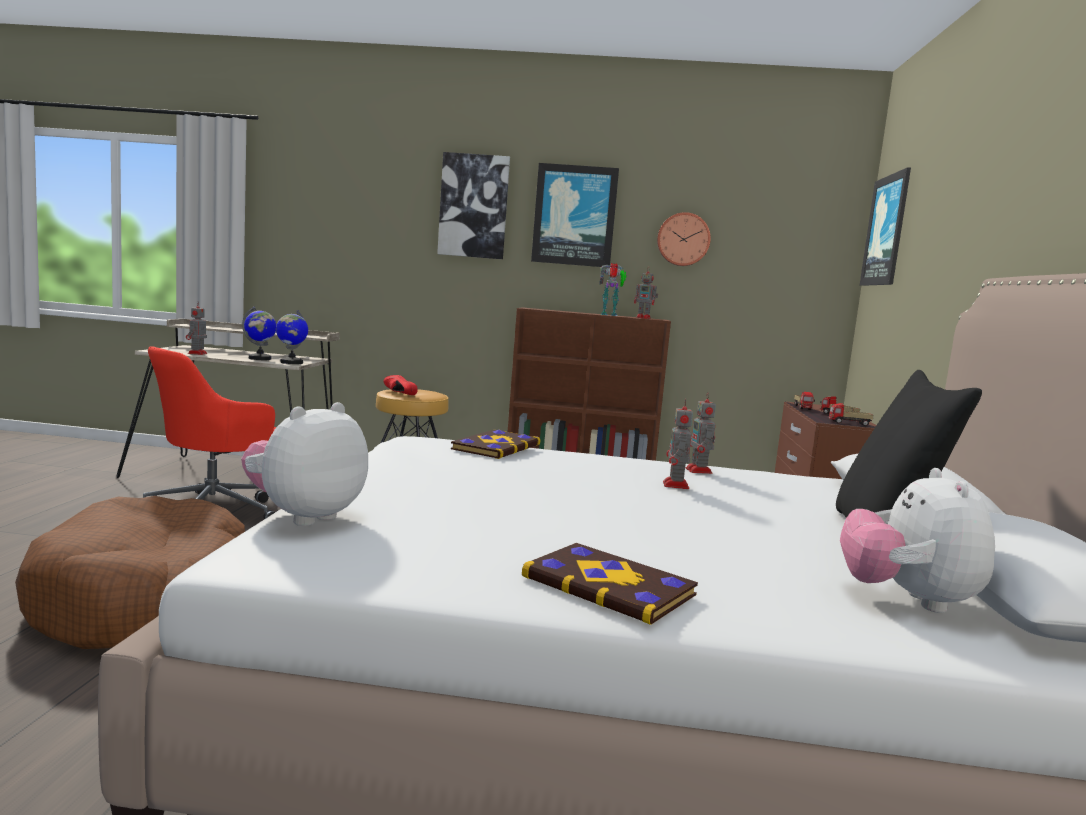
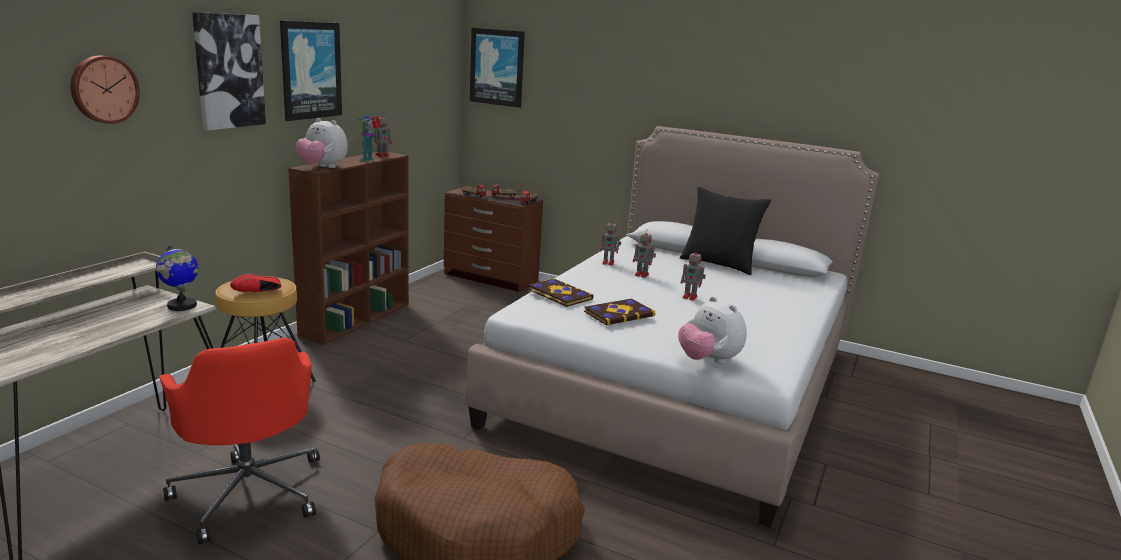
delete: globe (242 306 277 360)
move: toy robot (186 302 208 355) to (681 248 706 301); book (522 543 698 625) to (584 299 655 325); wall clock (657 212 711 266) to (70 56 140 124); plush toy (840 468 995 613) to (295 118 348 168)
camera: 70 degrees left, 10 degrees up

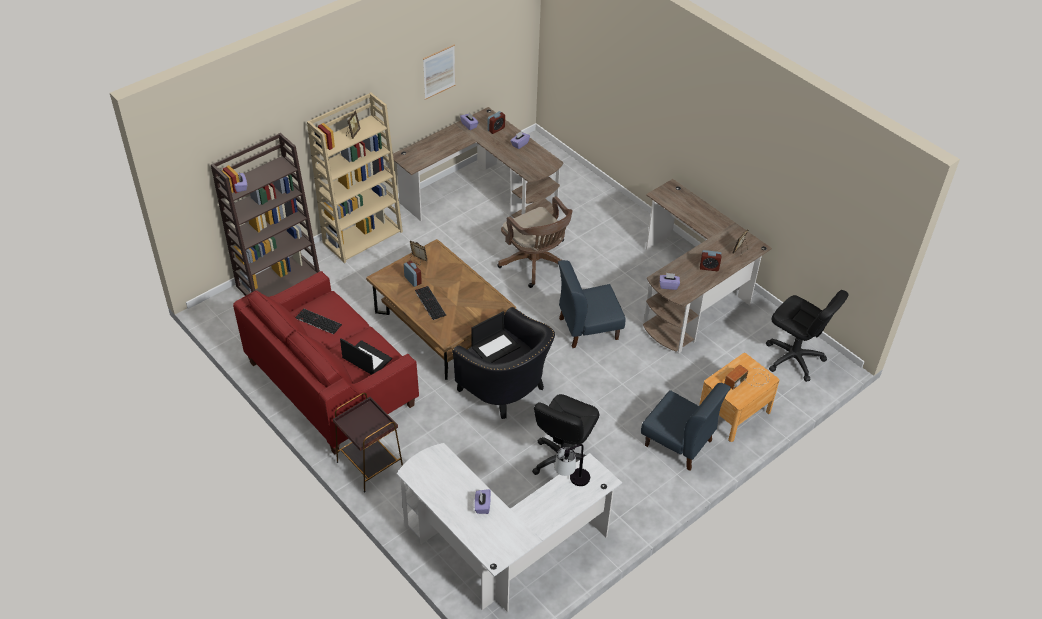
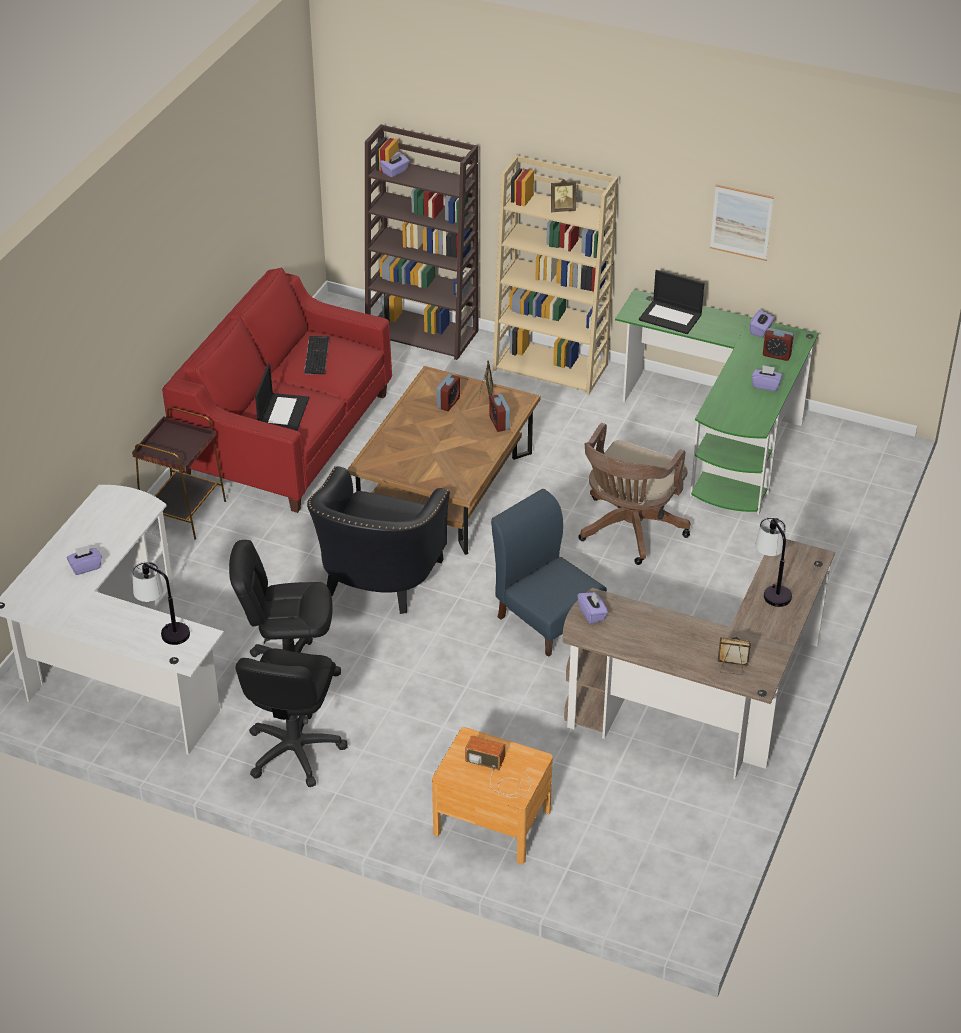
delete: keyboard (415 286 446 320); blue chair (641 383 731 471)
insert: table lamp (755 517 792 607)
move: laptop (471 311 520 363) to (639 270 704 334); alarm clock (700 250 722 271) to (489 394 510 432); black office chair (766 290 849 382) to (235 649 348 787)
recolor: brown desk (393 107 564 221) to green desk (615 290 819 514)
camera: 65 degrees right, 5 degrees down

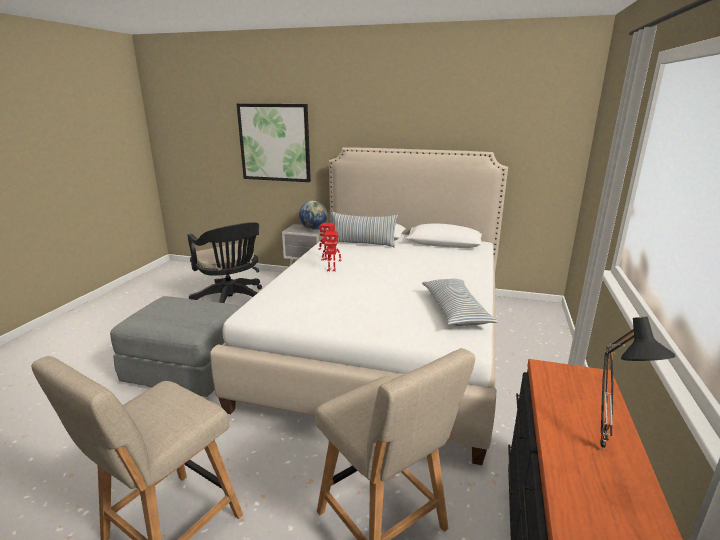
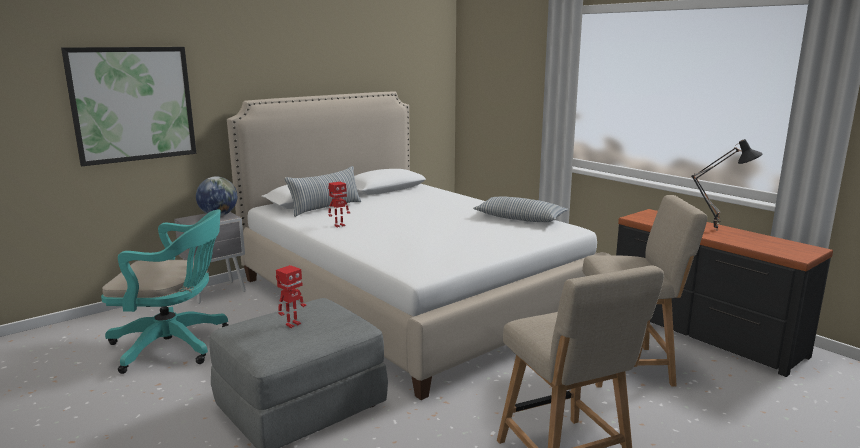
move: toy robot (321 231 342 272) to (276 265 306 328)
recolor: black office chair (188 222 262 303) to turquoise office chair (101 209 228 374)
camera: 55 degrees left, 5 degrees down

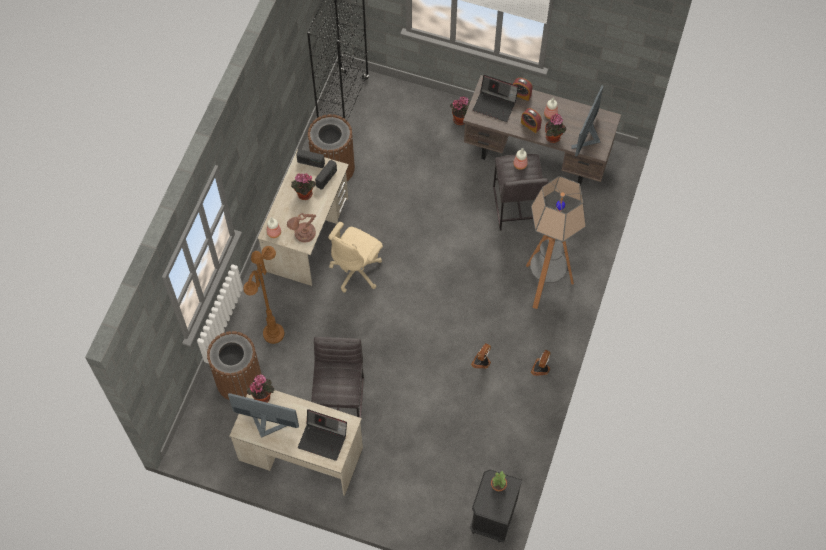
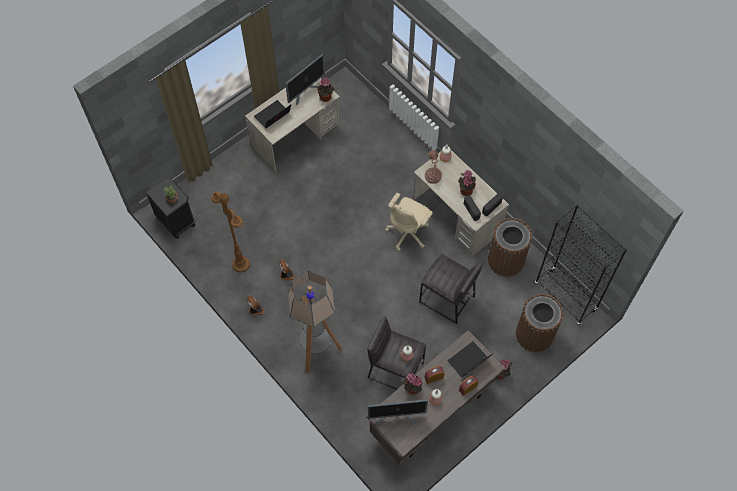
move: brown trash can (207 331 261 401) to (516 294 563 352); brown floor lamp (243 246 285 344) to (211 192 250 272); grey stool (311 337 364 423) to (419 254 483 324)
rotate: beige office chair (328 222 383 293) = (386 193 433 251) 120 degrees counterclockwise; monitor (571 86 603 156) = (368 399 428 424) 120 degrees clockwise
camera: 120 degrees right, 0 degrees up

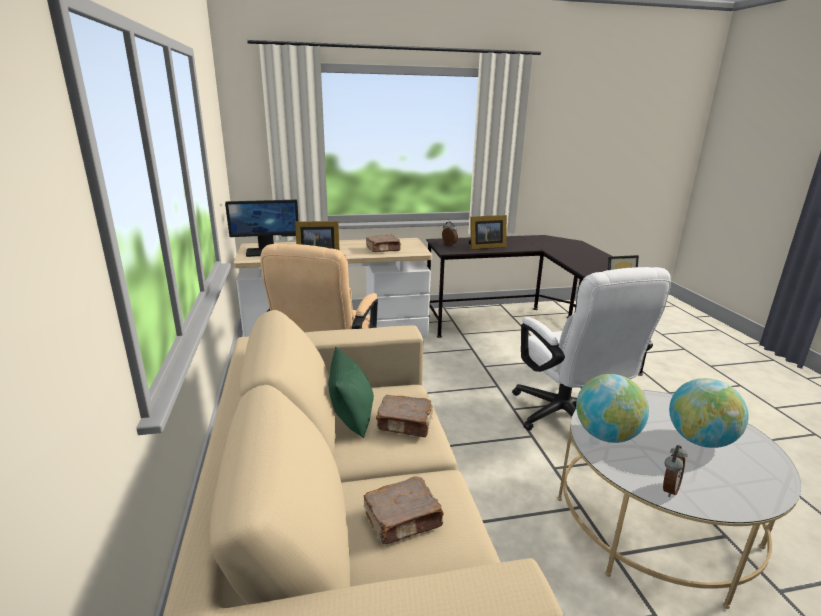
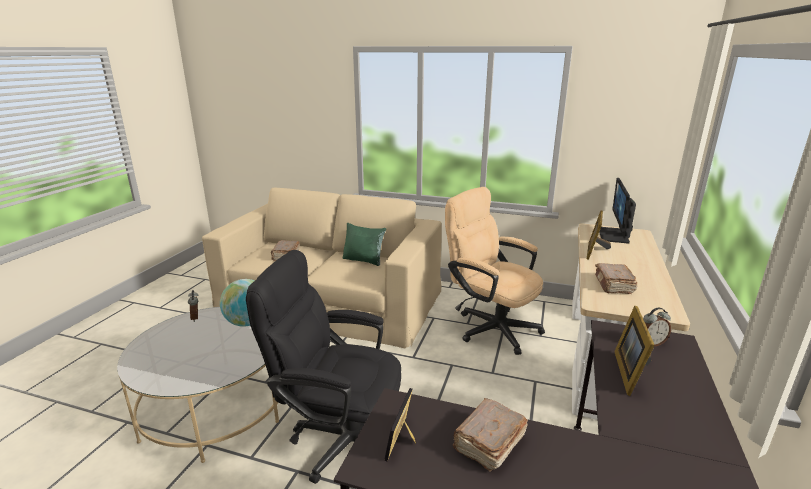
delete: globe (669 378 749 448)
move: brown book (376 395 433 437) to (453 398 528 472)
recolor: white office chair (512 267 671 431) to black office chair (246 250 401 484)
camera: 120 degrees right, 0 degrees up

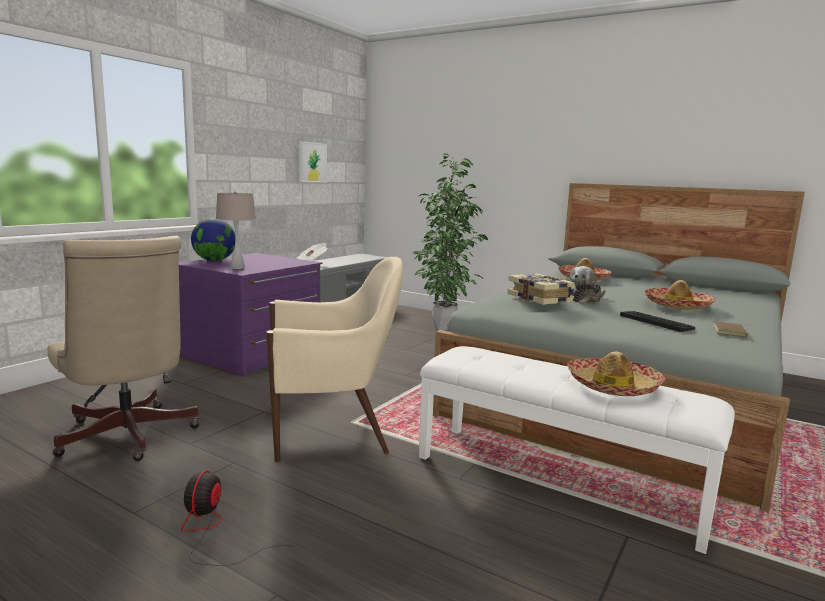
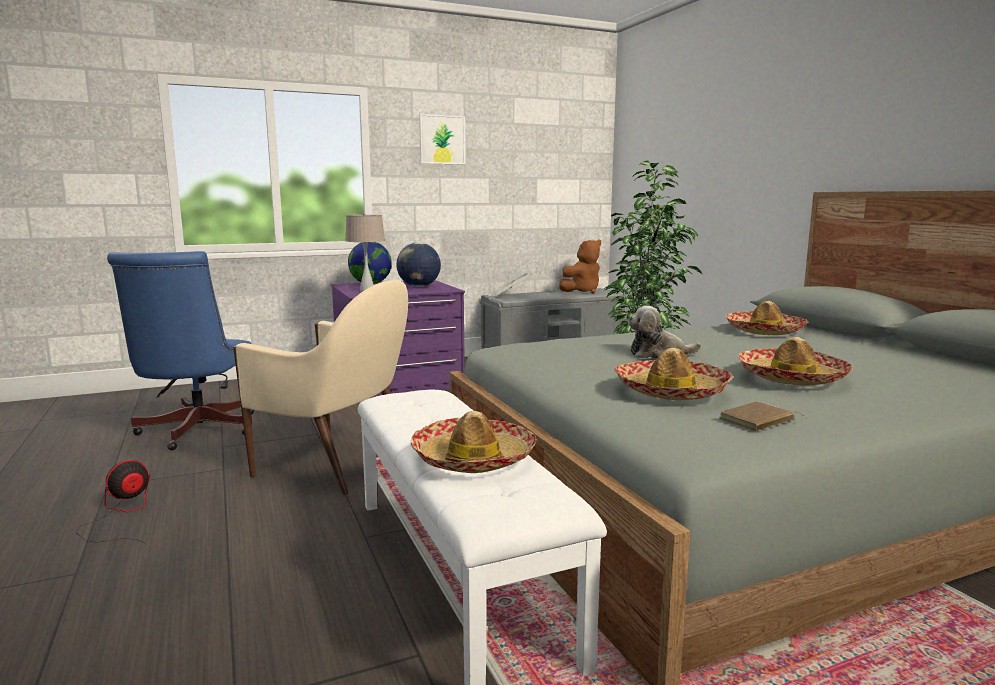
delete: book (508 273 575 305)
insert: globe (396 243 441 287); brown plush toy (559 239 601 293)
move: picture (299 141 327 182) to (419 114 466 165)
replace: keyboard (620 311 695 332) to hat (614 348 733 400)
recolor: beige office chair (48 236 200 461) to blue office chair (107 251 254 450)
camera: 35 degrees right, 0 degrees up

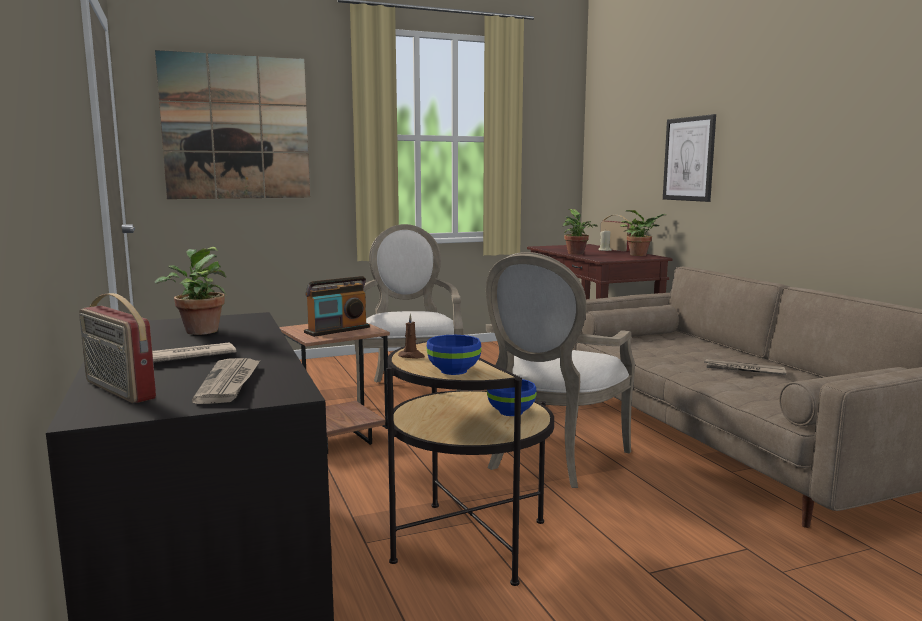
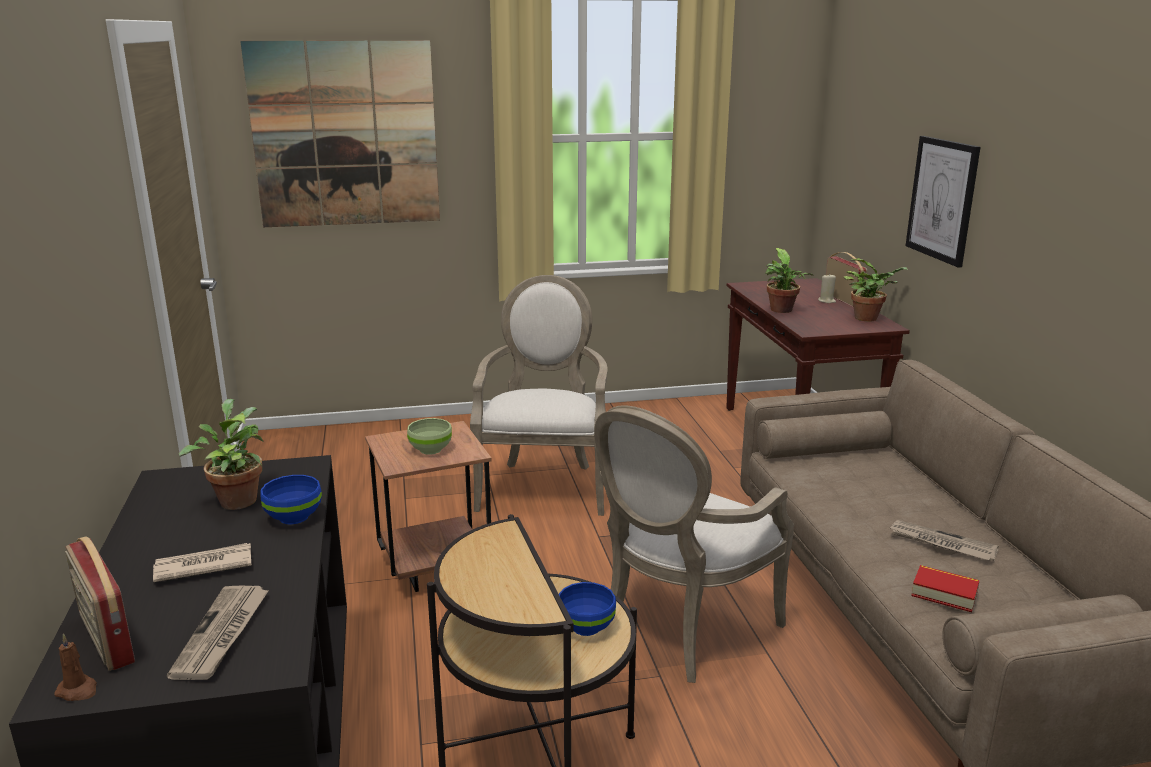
insert: book (911 565 980 612)
move: brown candle (398 314 425 358) to (55 633 97 701); blue bowl (426 335 481 375) to (260 475 322 524)
replace: radio (304 276 370 337) to green bowl (407 418 452 455)
camera: 10 degrees right, 10 degrees up

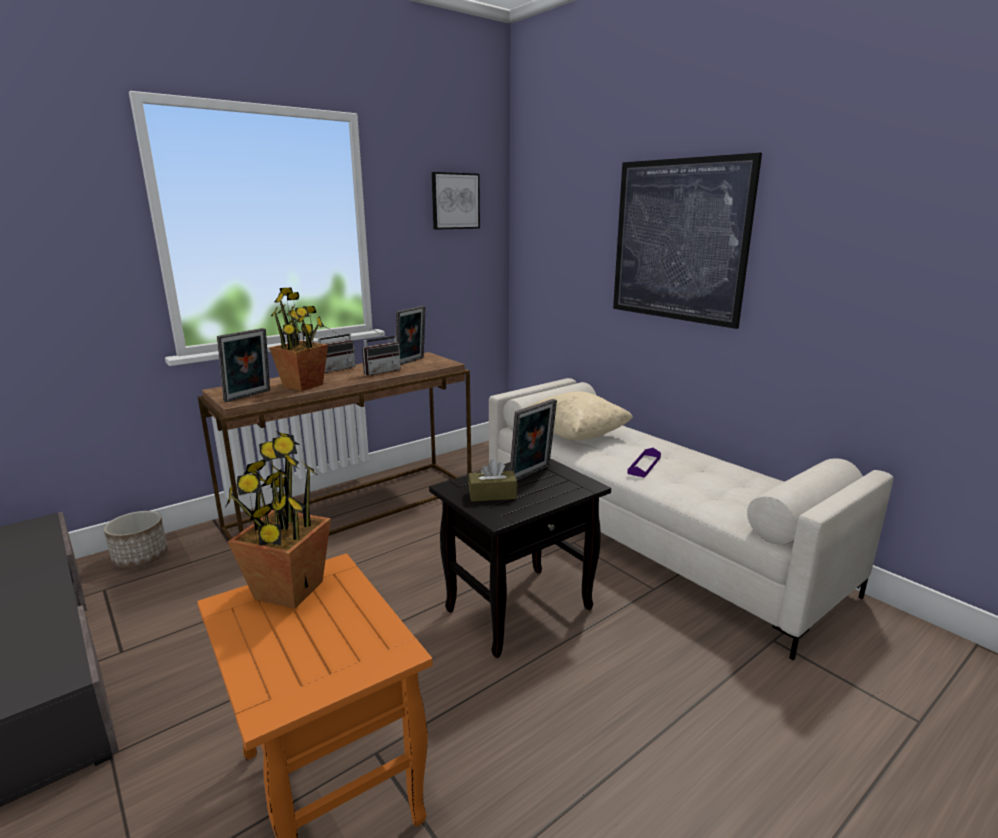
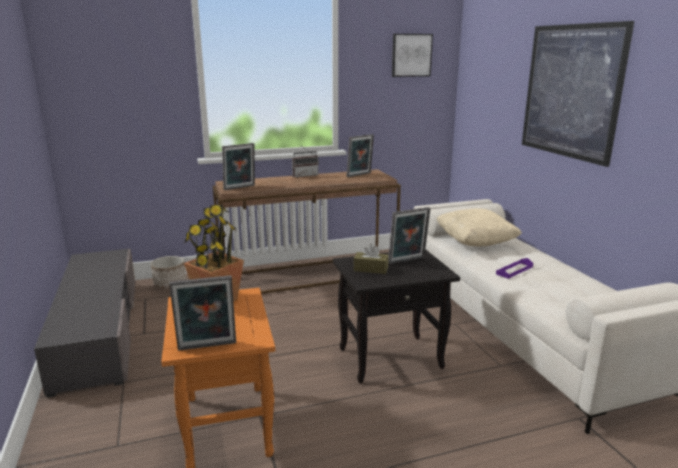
delete: potted plant (269 287 328 391); radio (362 327 401 375)
insert: picture frame (169 275 236 351)
camera: 20 degrees right, 0 degrees up

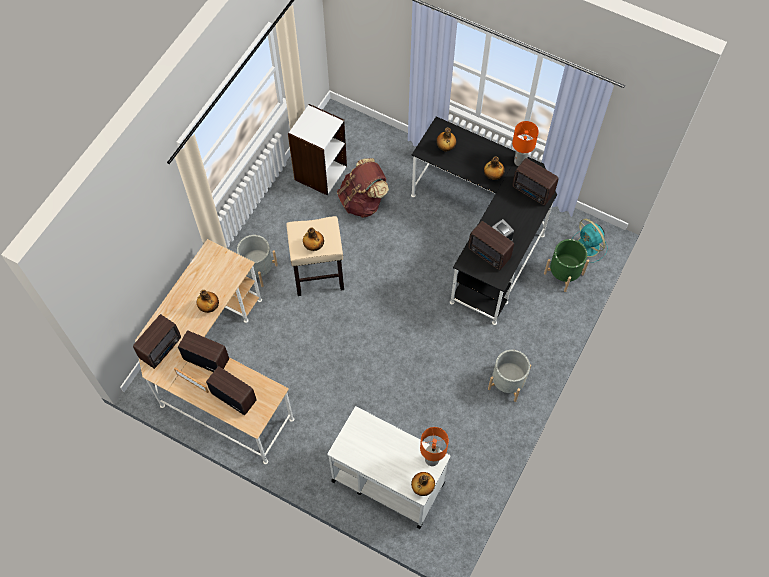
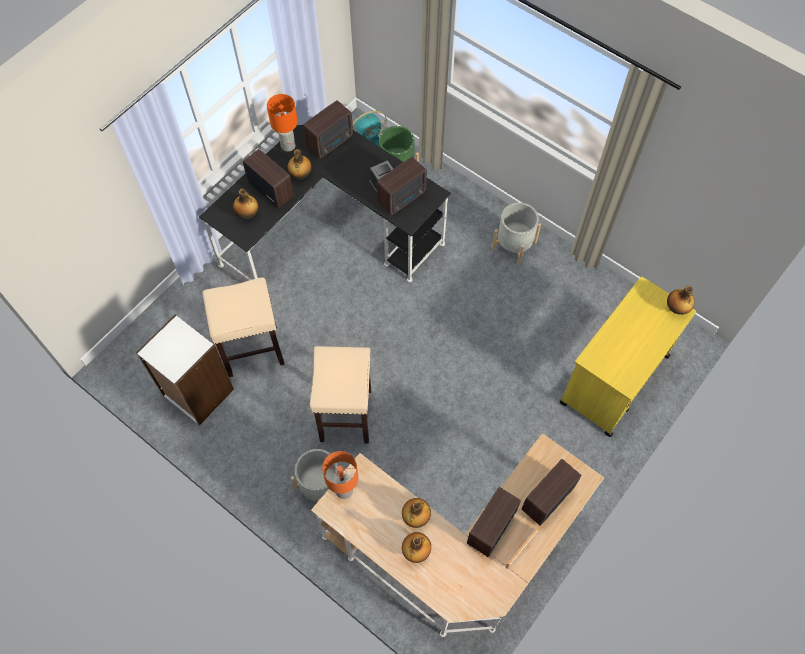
move: radio (133 314 181 369) to (243 149 294 208); bottle (303 227 324 251) to (402 532 431 563); orange table lamp (420 427 449 466) to (322 451 358 499)
replace: brown backpack (337 158 389 218) to beige stool (203 277 285 377)
recolor: white cart (327 406 450 529) to yellow cart (560 277 696 437)
camera: 80 degrees left, 0 degrees up

